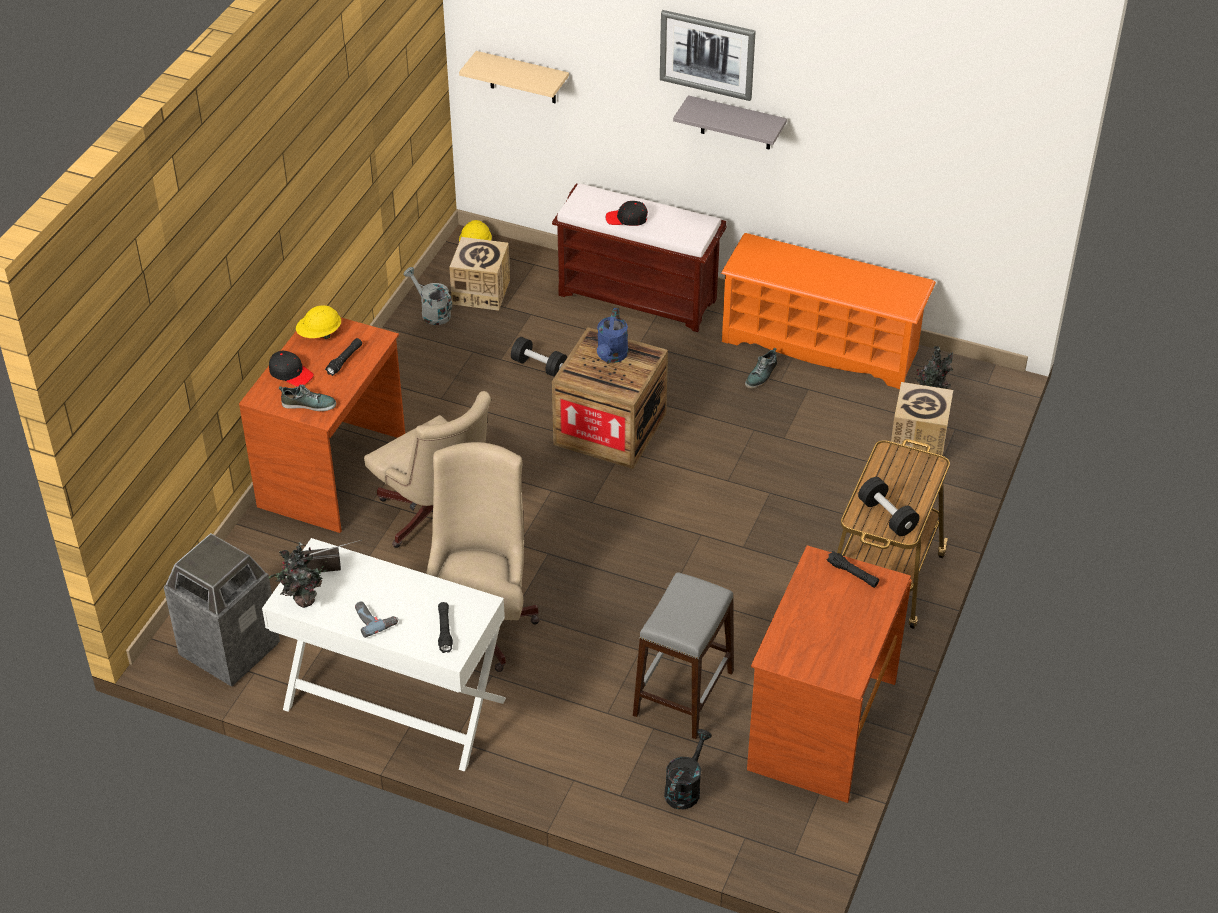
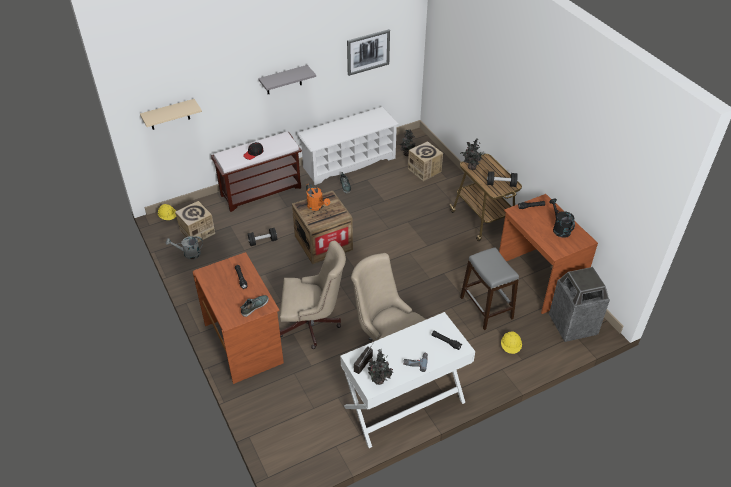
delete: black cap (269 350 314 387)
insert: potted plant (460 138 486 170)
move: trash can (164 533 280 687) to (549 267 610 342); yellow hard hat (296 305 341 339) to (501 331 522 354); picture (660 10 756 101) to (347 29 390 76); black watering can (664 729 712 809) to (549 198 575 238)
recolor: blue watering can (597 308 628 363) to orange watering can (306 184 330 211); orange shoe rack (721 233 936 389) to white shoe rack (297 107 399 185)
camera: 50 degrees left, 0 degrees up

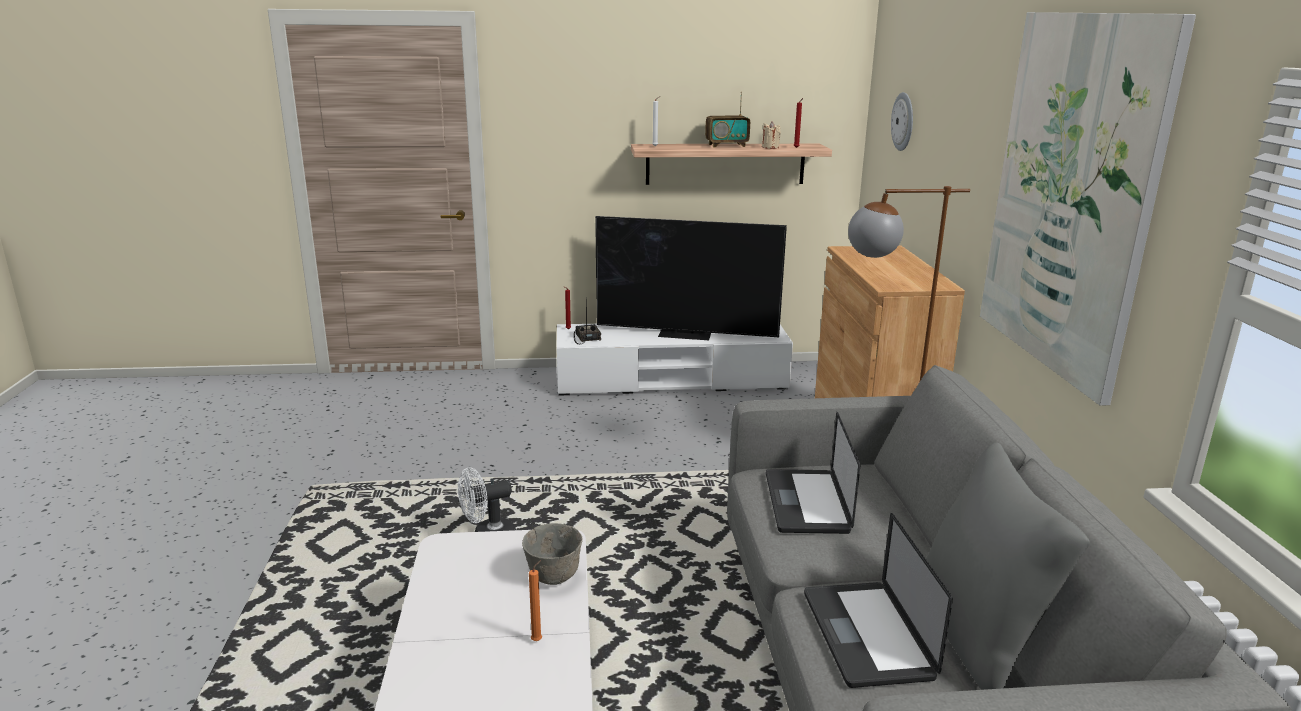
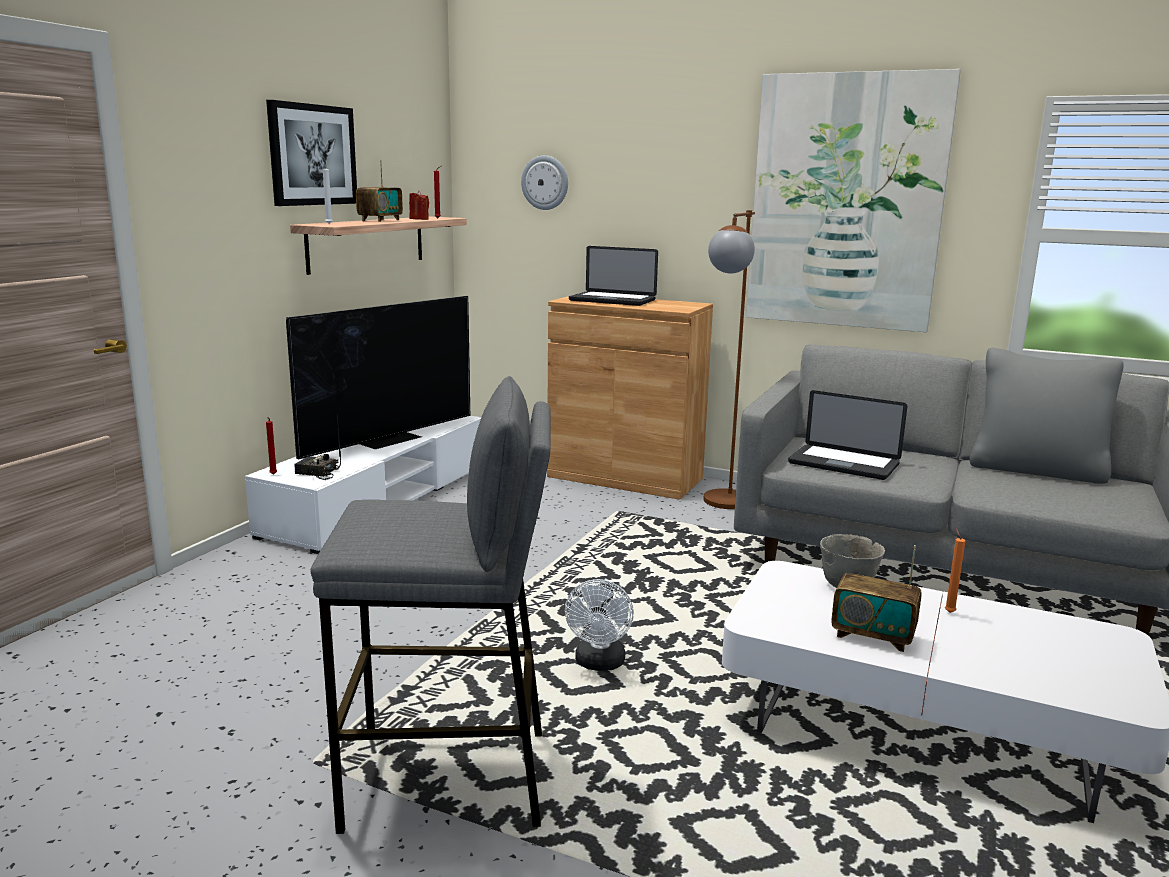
insert: picture (266 100 357 206); grey stool (311 376 550 834); radio (831 545 922 652)
move: laptop (804 513 953 688) to (569 246 658 306)
recolor: beige candle (762 121 781 149) to red candle (409 191 429 220)
camera: 60 degrees left, 5 degrees down

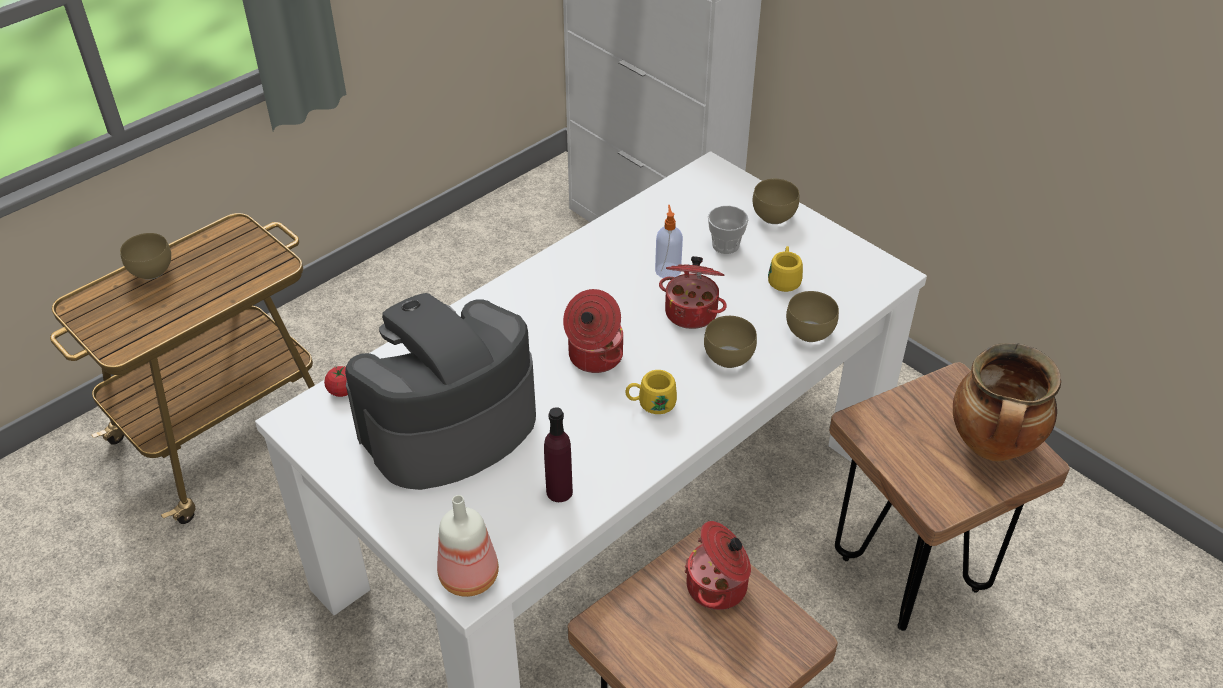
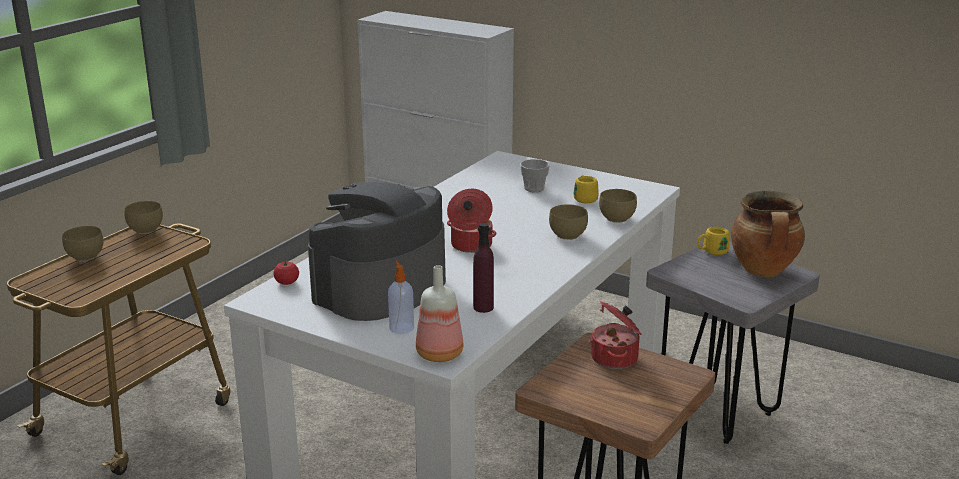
delete: cooking pot (659 256 727 329)
move: yellow mug (625 370 677 414) to (697 227 730 255); soap dispenser (655 205 683 278) to (388 261 414 334); brown bowl (753 179 799 224) to (124 201 163 234)
recolor: brown stool (829 362 1070 631) to grey stool (646 242 820 444)
camera: 15 degrees left, 20 degrees down

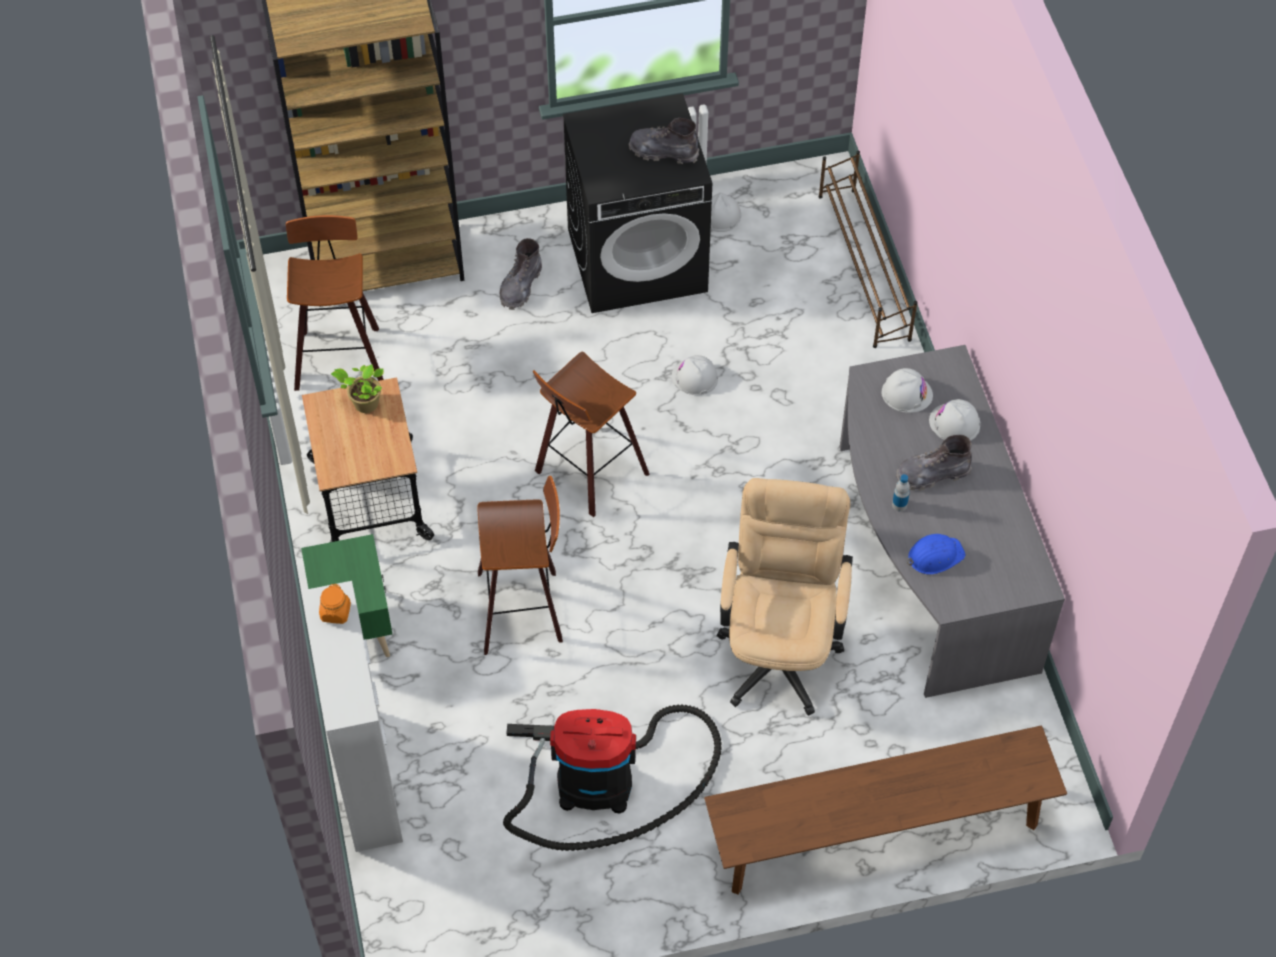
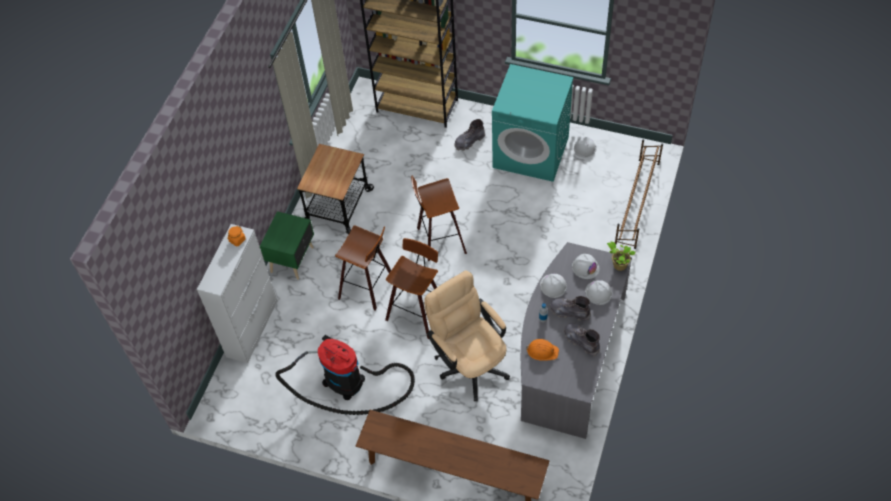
move: stool (286 215 384 391) to (385 238 438 339); potted plant (331 364 384 413) to (607 242 636 271); grey boot (629 118 699 164) to (564 323 600 357); white hard hat (672 355 718 395) to (540 274 567 298)
recolor: black washing machine (563 93 712 313) to turquoise washing machine (492 64 574 182); blue hard hat (907 534 966 574) to orange hard hat (525 339 559 361)
rotate: beige office chair (717 478 853 716) = (424 271 510 401) 75 degrees counterclockwise
camera: 35 degrees right, 0 degrees up

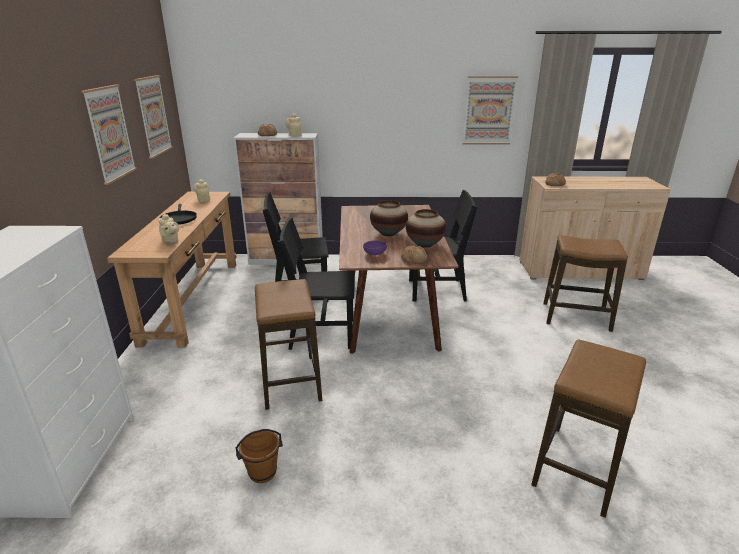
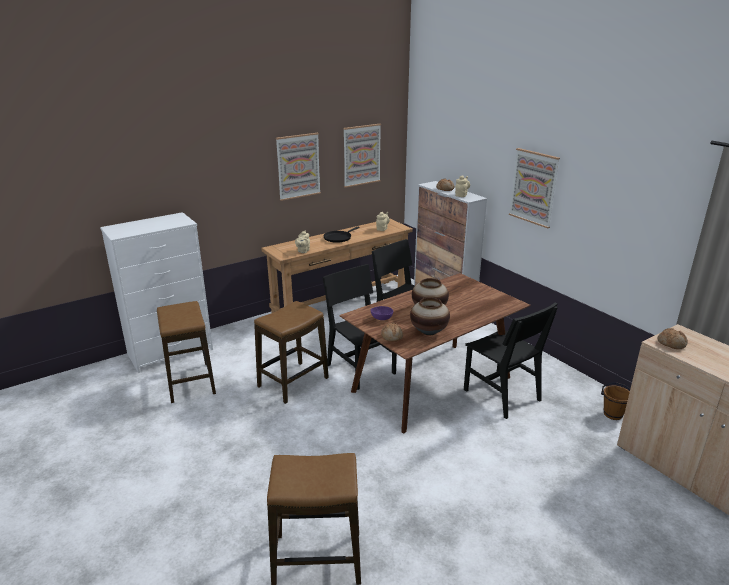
move: brown bucket (236 429 283 483) to (601 382 630 420); picture (462 76 518 144) to (509 148 560 229); stool (544 235 628 332) to (157 301 216 403)
camera: 55 degrees right, 0 degrees up

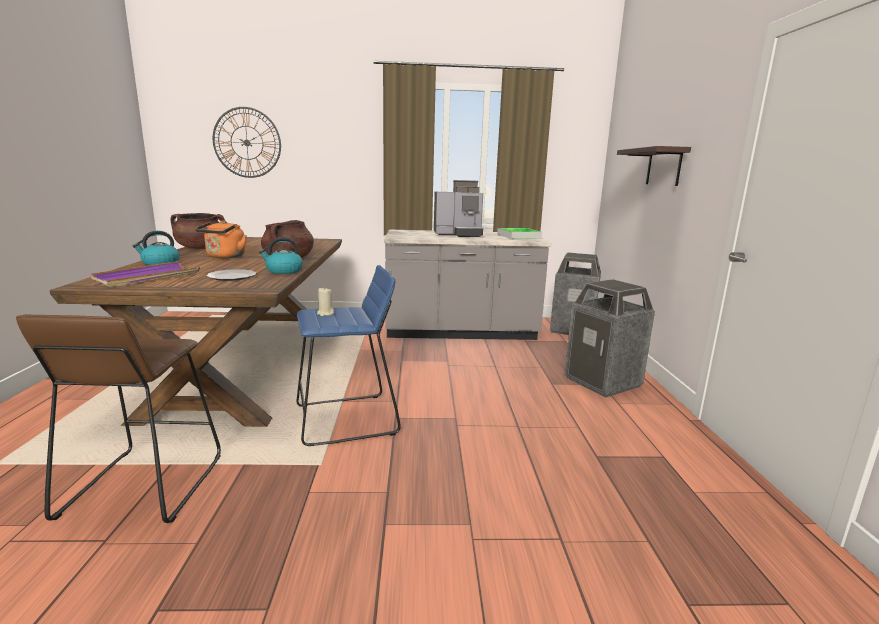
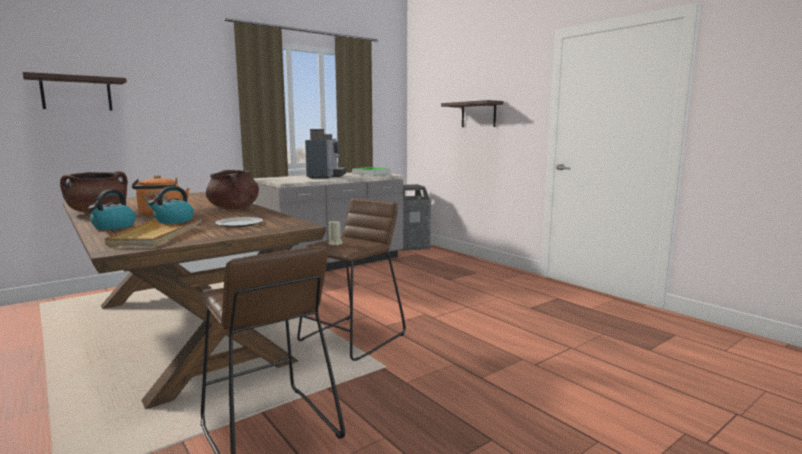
delete: trash can (565 279 655 397)
move: kettle (259 237 303 274) to (148 186 194 224)
replace: wall clock (213 107 281 178) to shelf (23 72 127 111)
recolor: purple tray (90 261 200 287) to beige tray (105 219 202 246); blue stool (296 265 401 446) to brown stool (297 198 406 361)
rotate: coffee machine (434 180 483 237) = (305 129 346 178) 45 degrees counterclockwise
camera: 35 degrees left, 5 degrees down

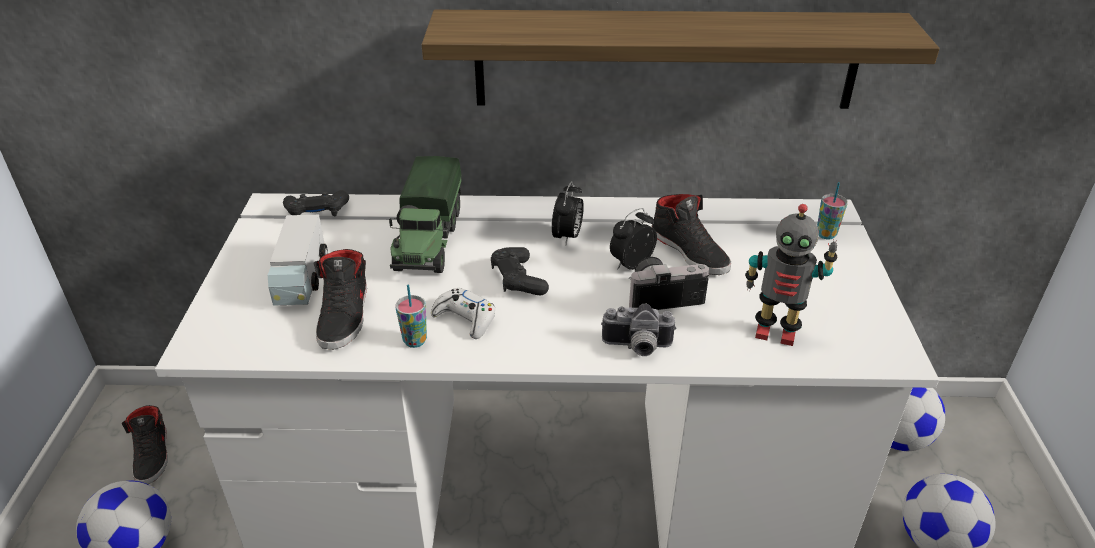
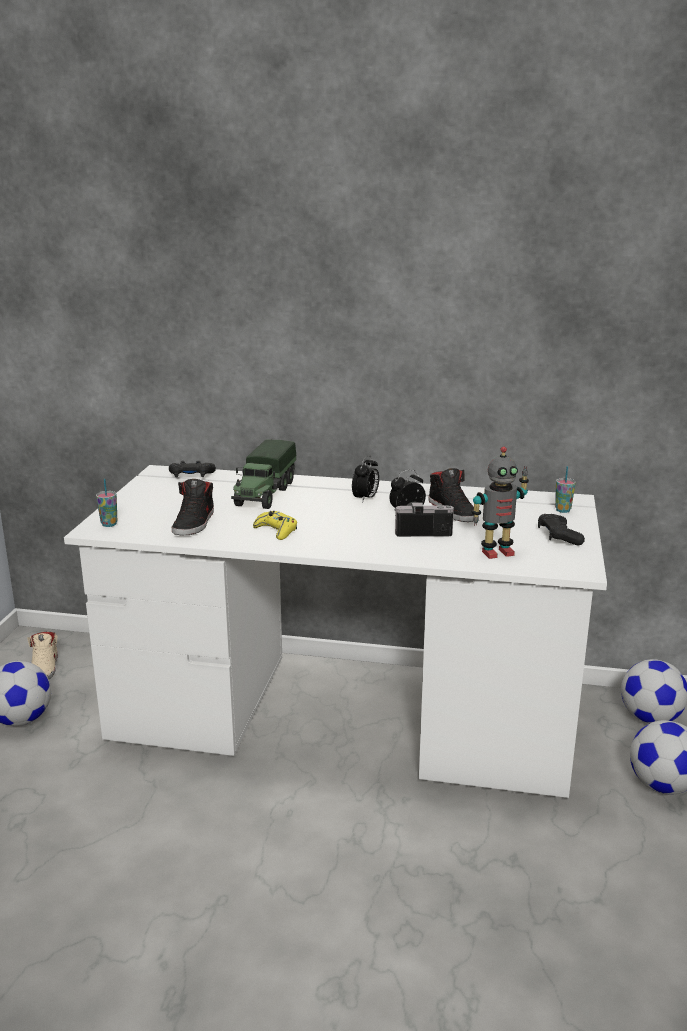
delete: toy truck (268 215 328 306); shelf (422 10 940 109); photo camera (601 304 677 356)
move: cup (395 284 427 348) to (96 479 117 527); black game controller (491 247 549 296) to (538 514 585 545)
recolor: black shoe (122 405 168 484) to beige shoe (27 632 58 679); white game controller (431 288 495 339) to yellow game controller (253 511 297 540)
rotate: toy robot (745 204 837 346) = (471 446 529 559) 45 degrees counterclockwise
camera: 10 degrees right, 15 degrees down

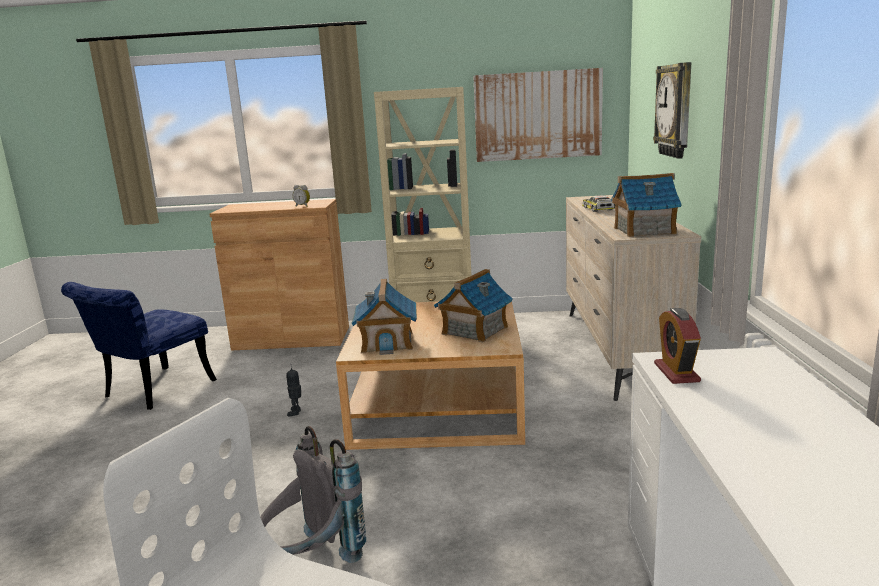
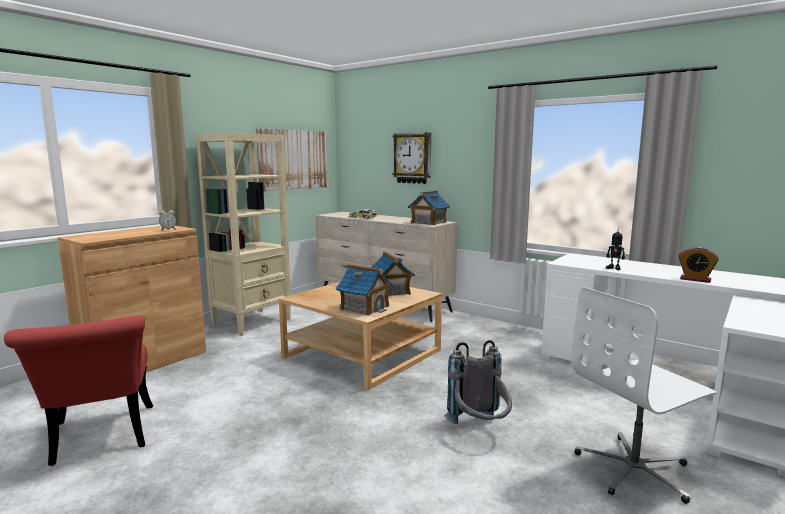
move: toy robot (286 367 301 417) to (606 231 625 270); alarm clock (654 308 701 384) to (679 247 719 283)
recolor: blue chair (61 282 217 410) to red chair (4 315 153 466)
camera: 55 degrees left, 5 degrees down

